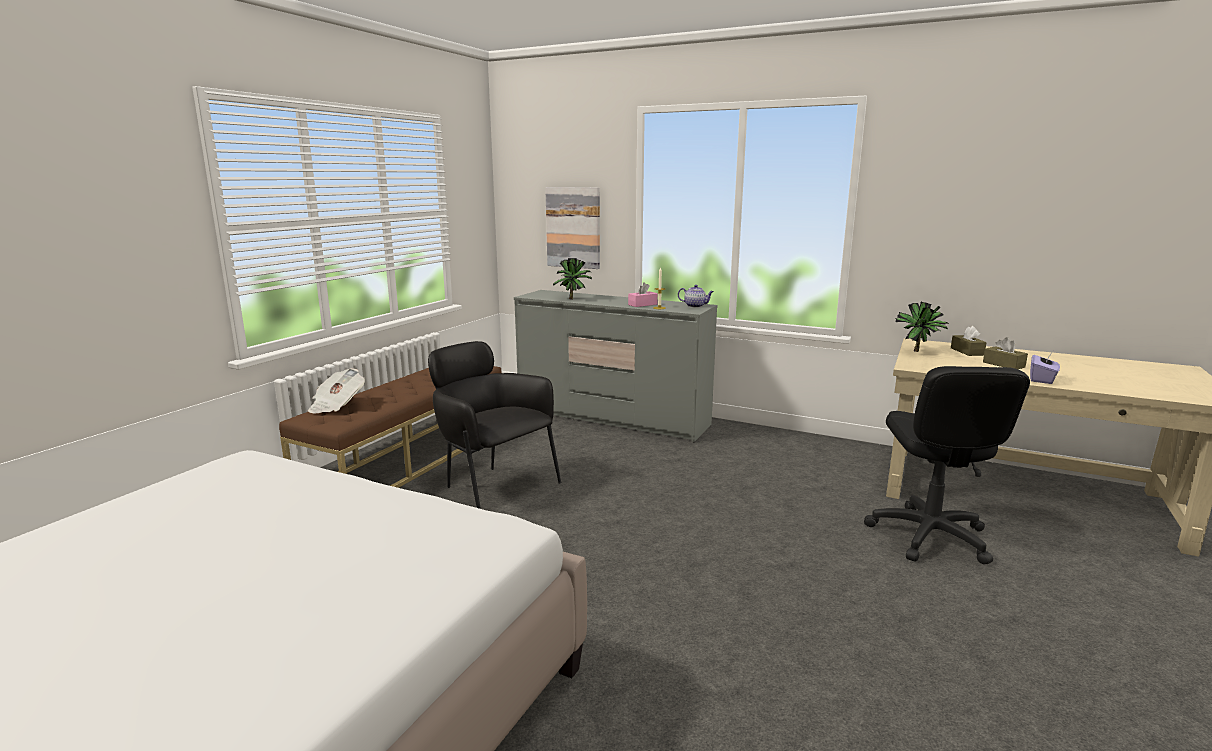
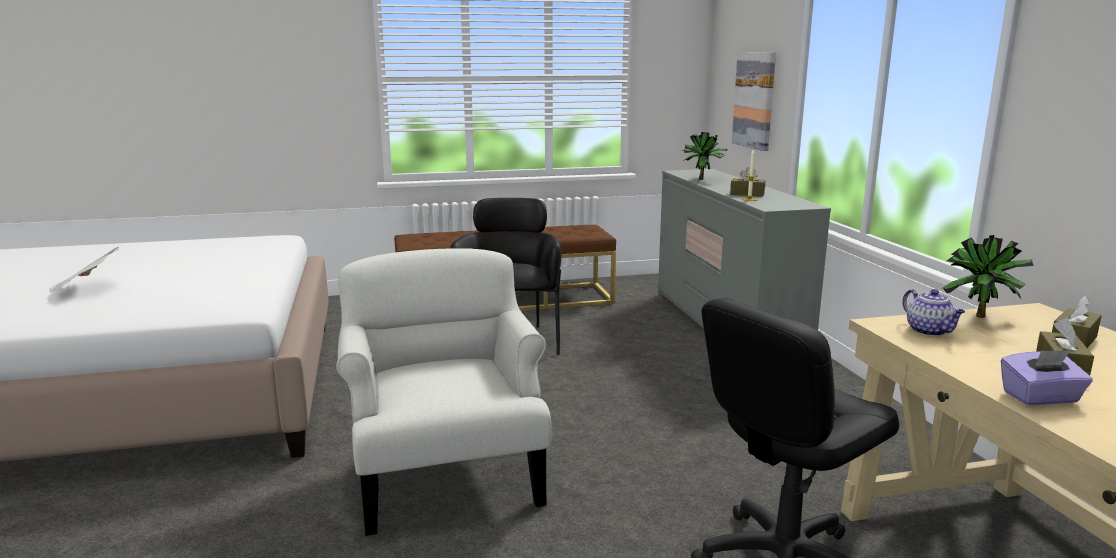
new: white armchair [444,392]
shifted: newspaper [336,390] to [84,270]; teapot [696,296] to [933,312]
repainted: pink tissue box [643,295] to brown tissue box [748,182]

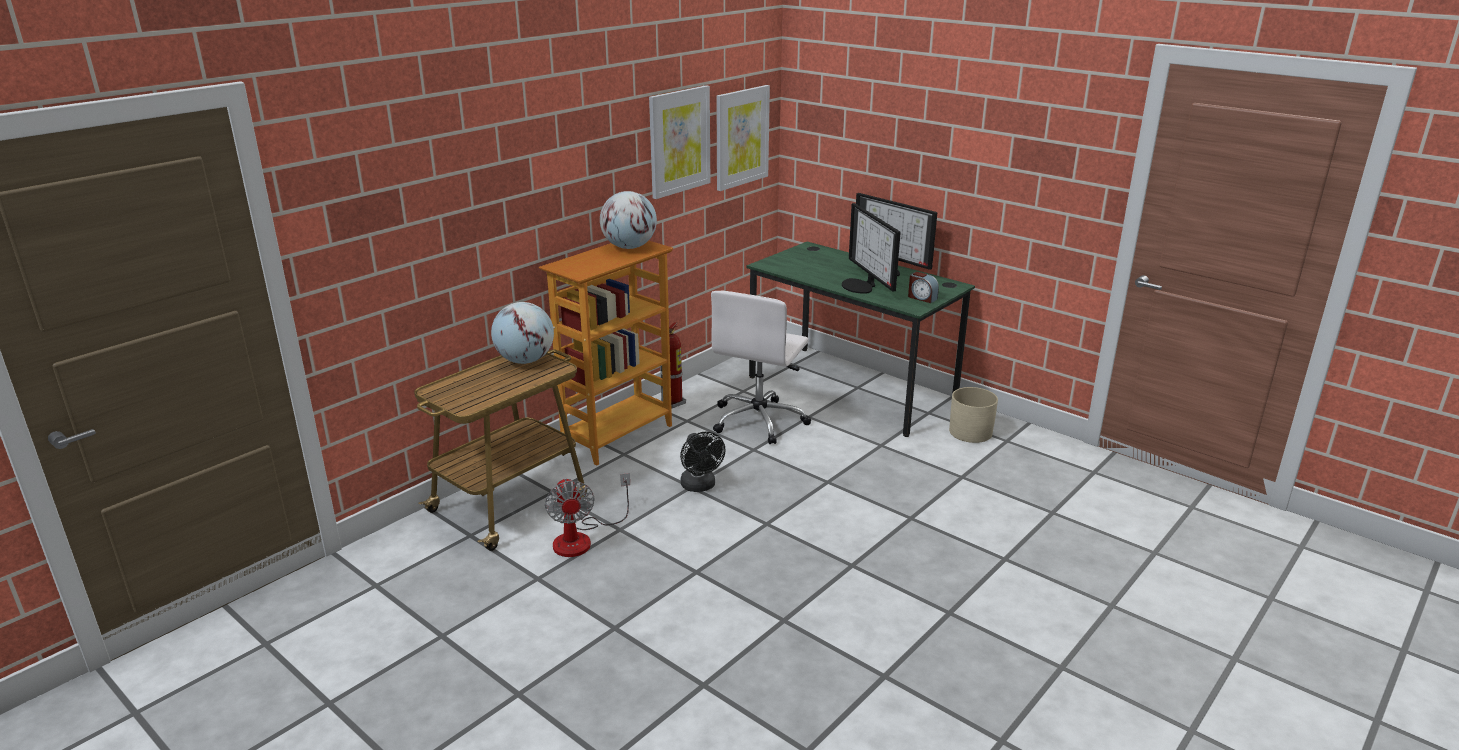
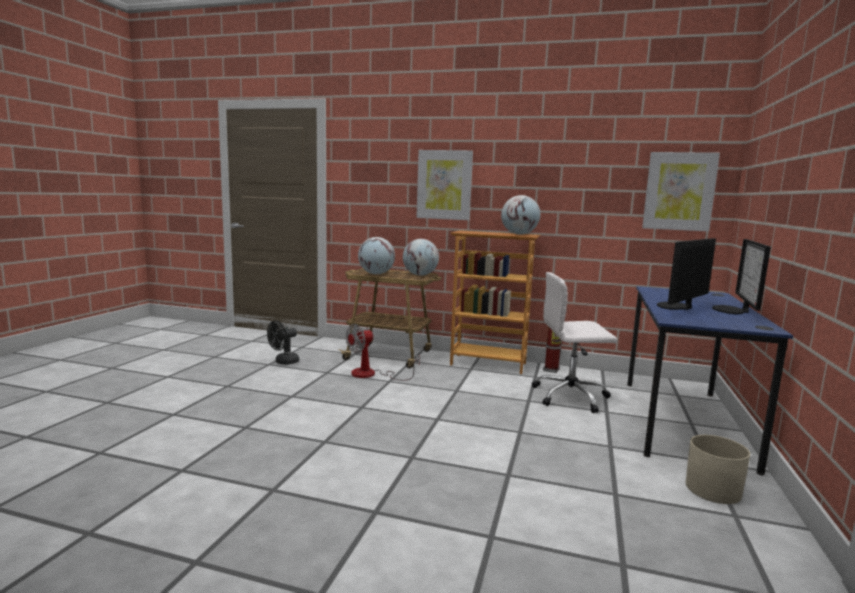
gone: alarm clock [923,287]
new: globe [376,255]
shifted: picture [679,142] to [444,185]; black fan [703,462] to [283,342]
repainted: green desk [860,339] to blue desk [710,381]

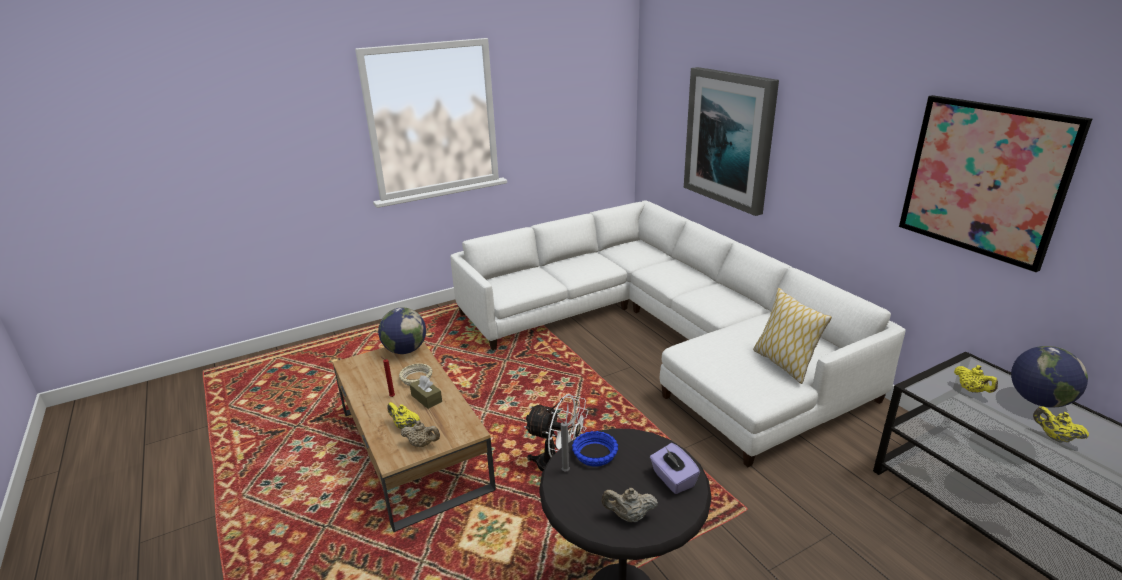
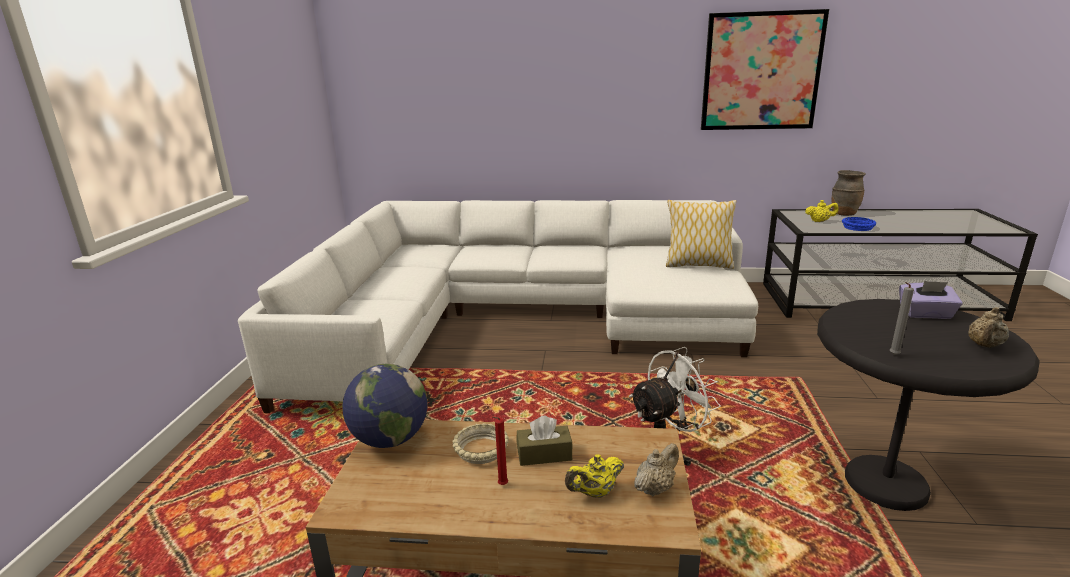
gone: picture [731,141]; yellow teapot [1061,424]
shifted: blue bowl [595,449] to [859,224]
swapped: globe [1049,377] to brown vase [848,193]

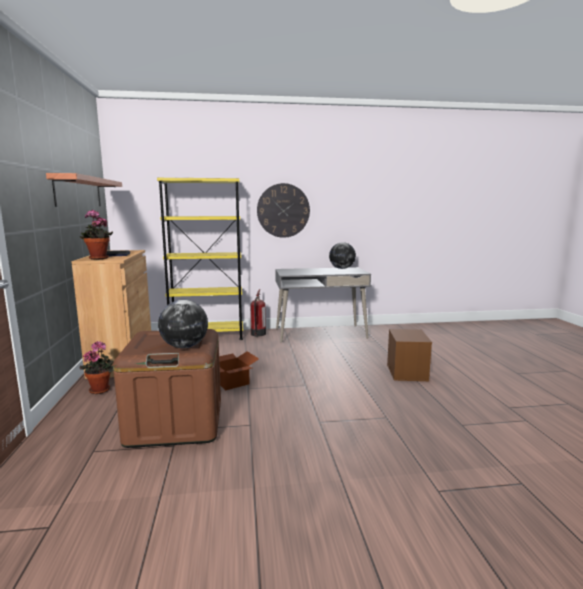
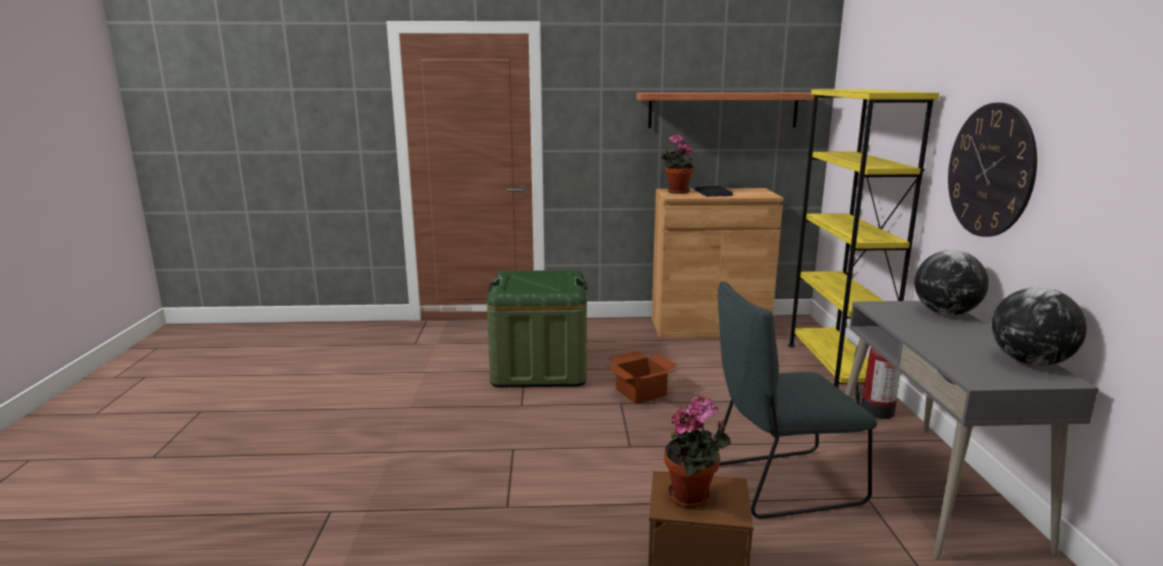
new: grey chair [797,400]
shifted: potted plant [96,367] to [697,452]; globe [183,324] to [952,282]
repainted: brown storage box [167,388] to green storage box [537,328]

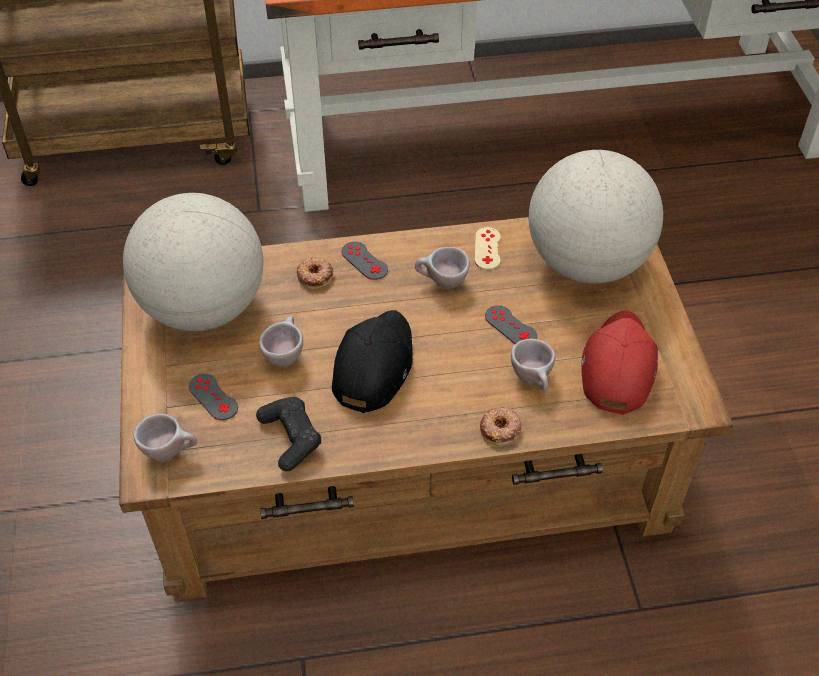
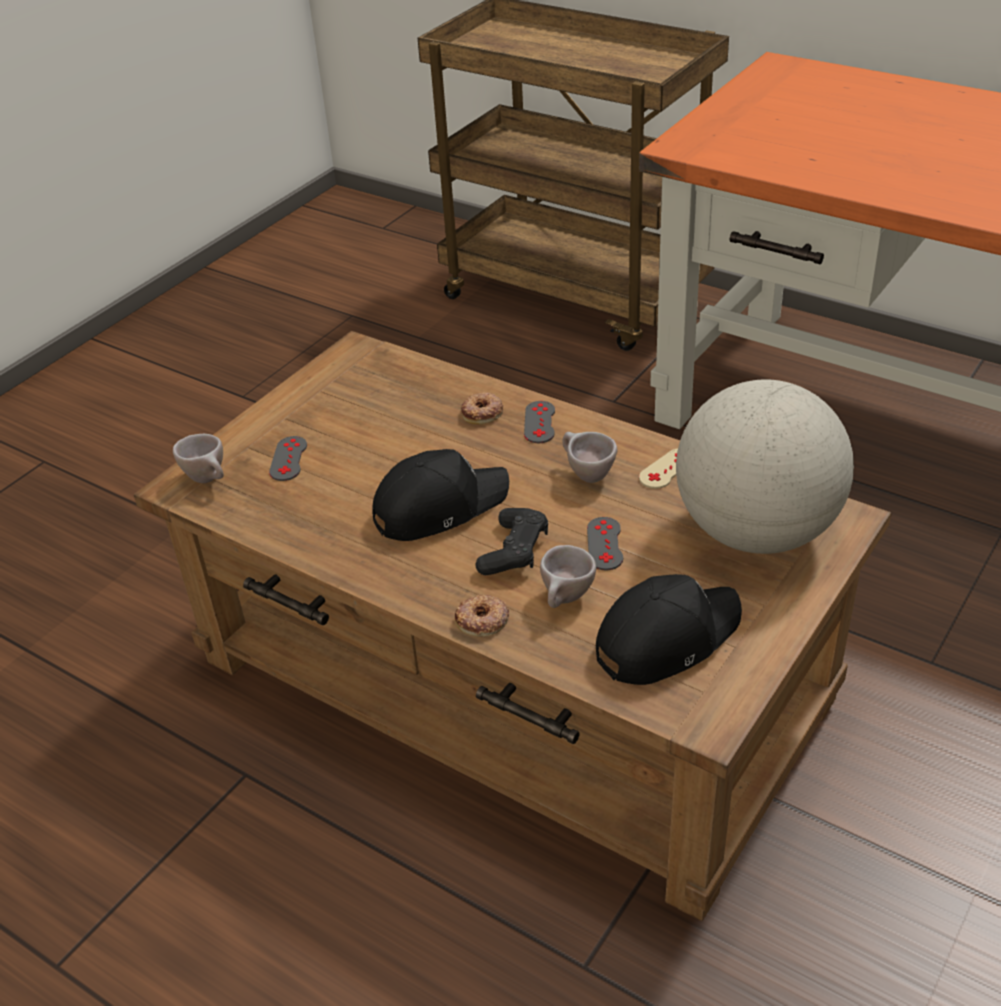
gone: globe [193,262]; beige cup [281,341]
shifted: black game controller [288,434] to [512,541]
repainted: red cap [619,362] to black cap [669,629]

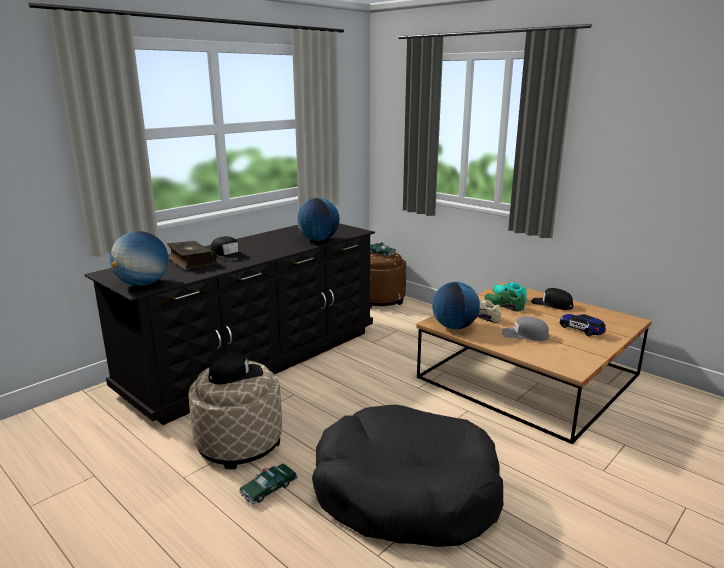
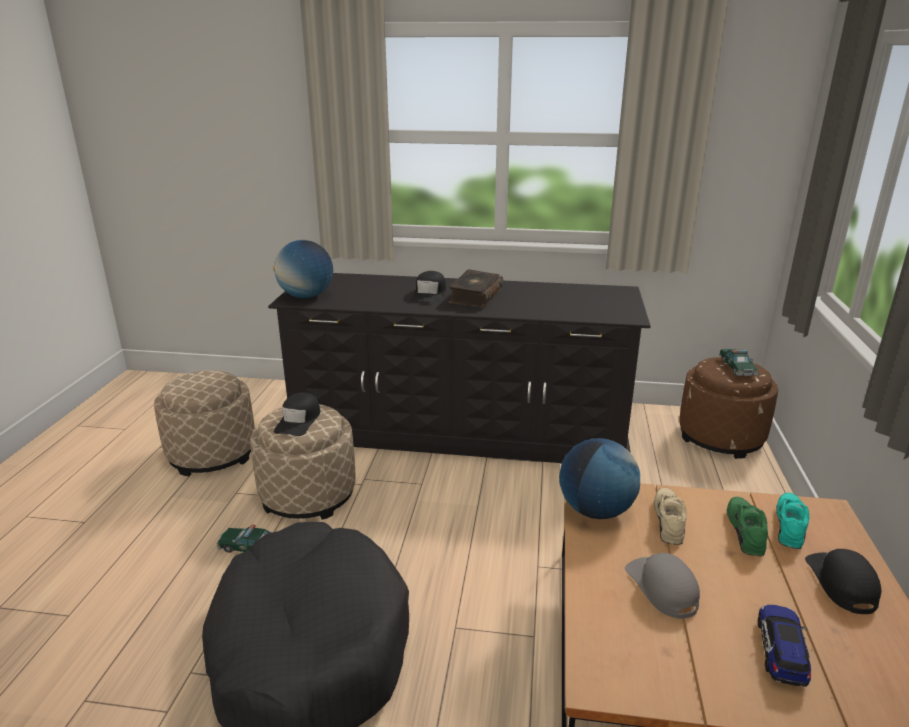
gone: globe [318,219]
new: beige ottoman [204,423]
shifted: book [191,255] to [475,288]
rotated: black cap [235,368] = [297,414] 75 degrees clockwise

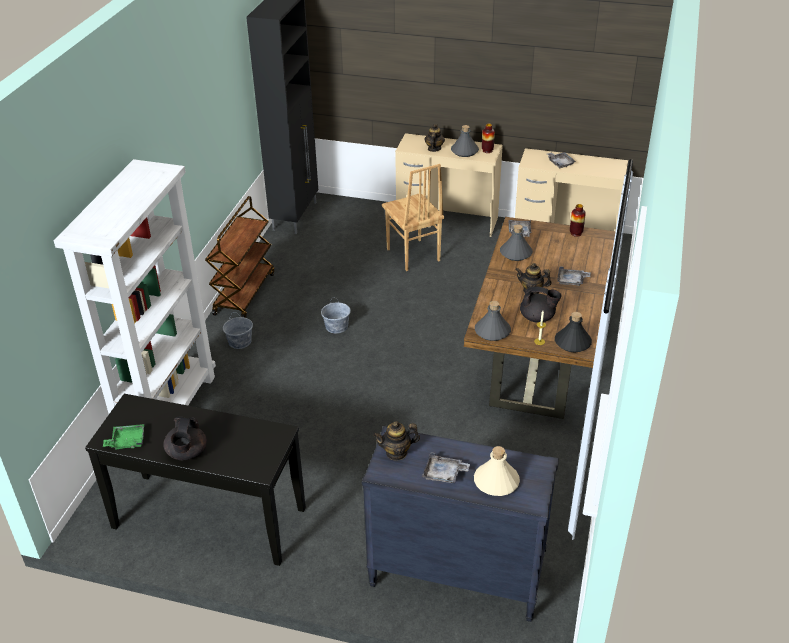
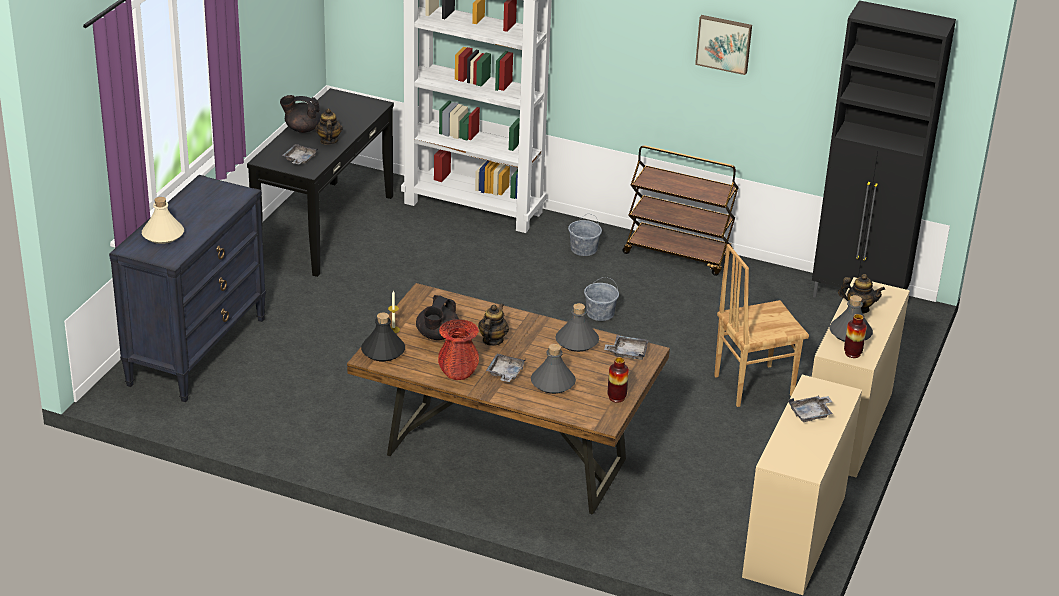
gone: green tray [123,436]
new: red vase [458,349]; picture [723,45]
shifted: teapot [396,441] to [329,126]; grey tray [446,467] to [300,154]; grey bottle [493,321] to [553,369]

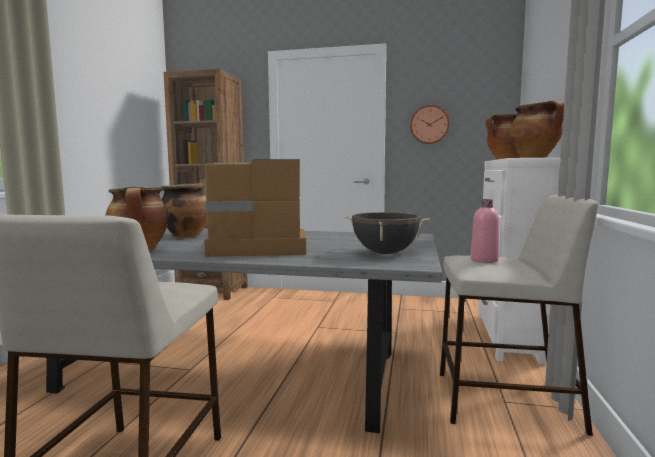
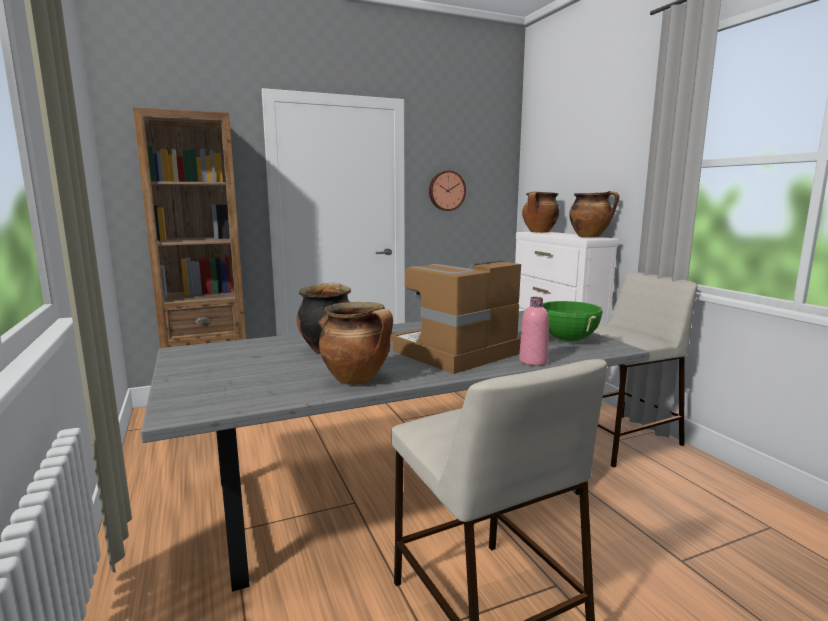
shifted: pink bottle [485,231] to [534,331]
repainted: black cooking pot [387,233] to green cooking pot [573,321]

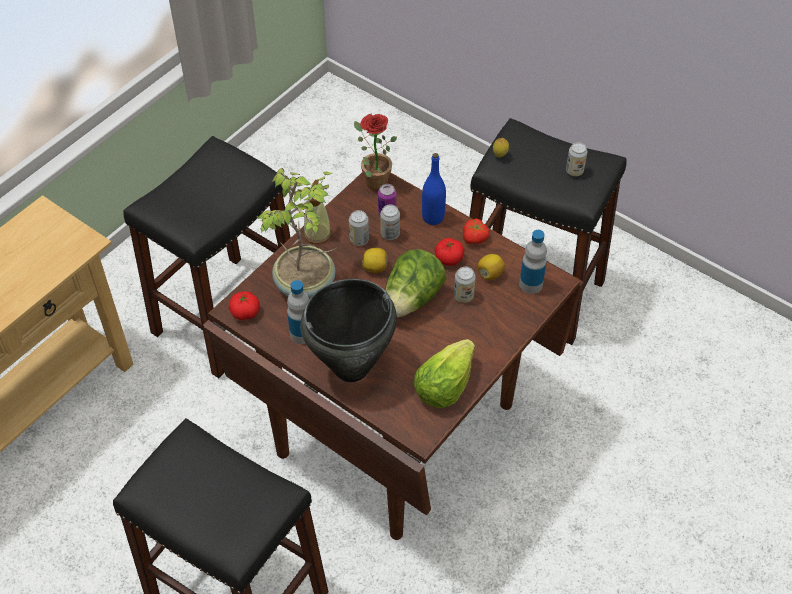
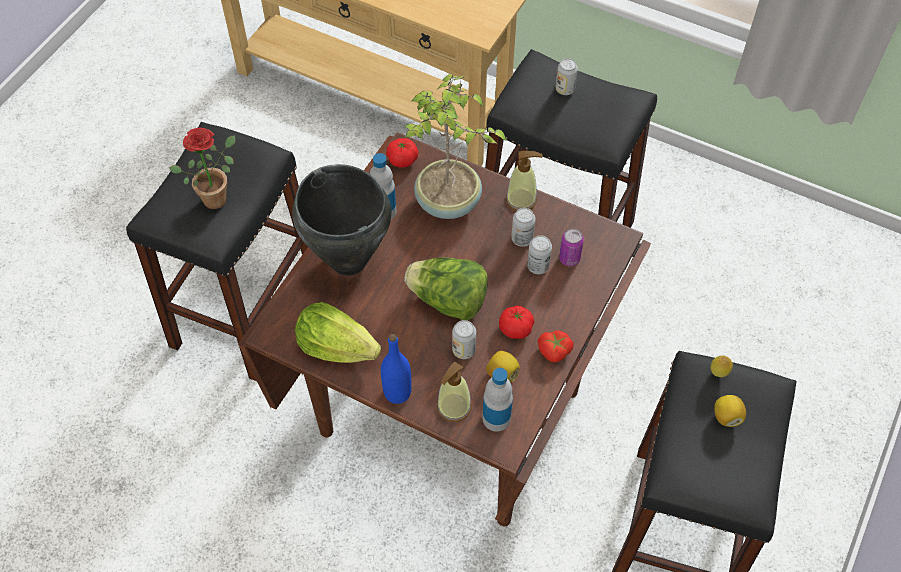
new: soap dispenser [454,391]
shifted: potted plant [375,152] to [202,168]; lemon [374,260] to [730,411]; blue bottle [434,189] to [396,369]; can [576,159] to [567,76]

